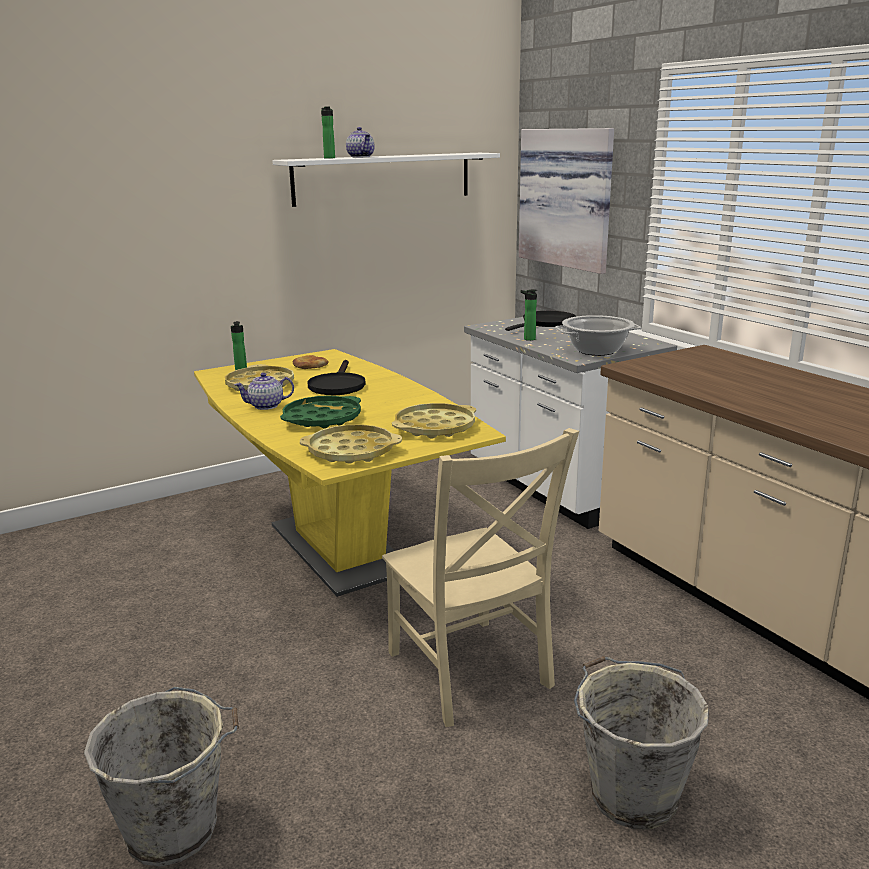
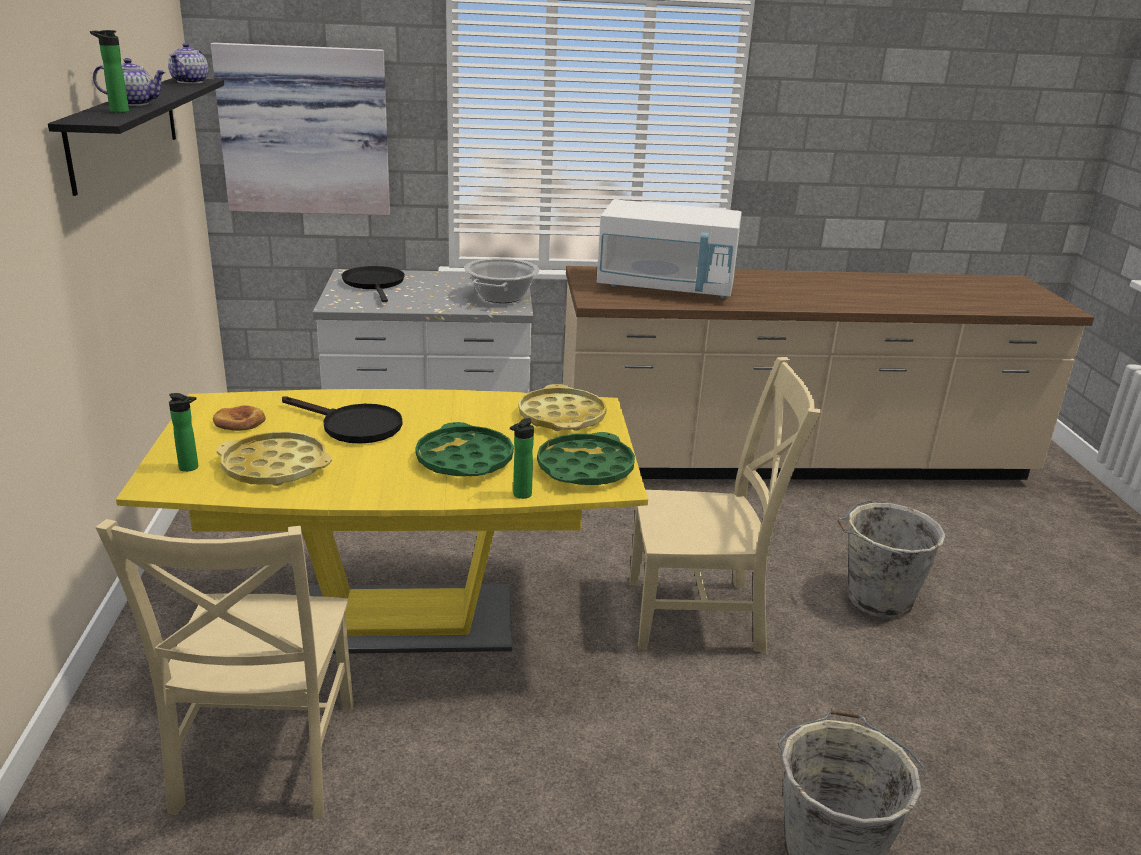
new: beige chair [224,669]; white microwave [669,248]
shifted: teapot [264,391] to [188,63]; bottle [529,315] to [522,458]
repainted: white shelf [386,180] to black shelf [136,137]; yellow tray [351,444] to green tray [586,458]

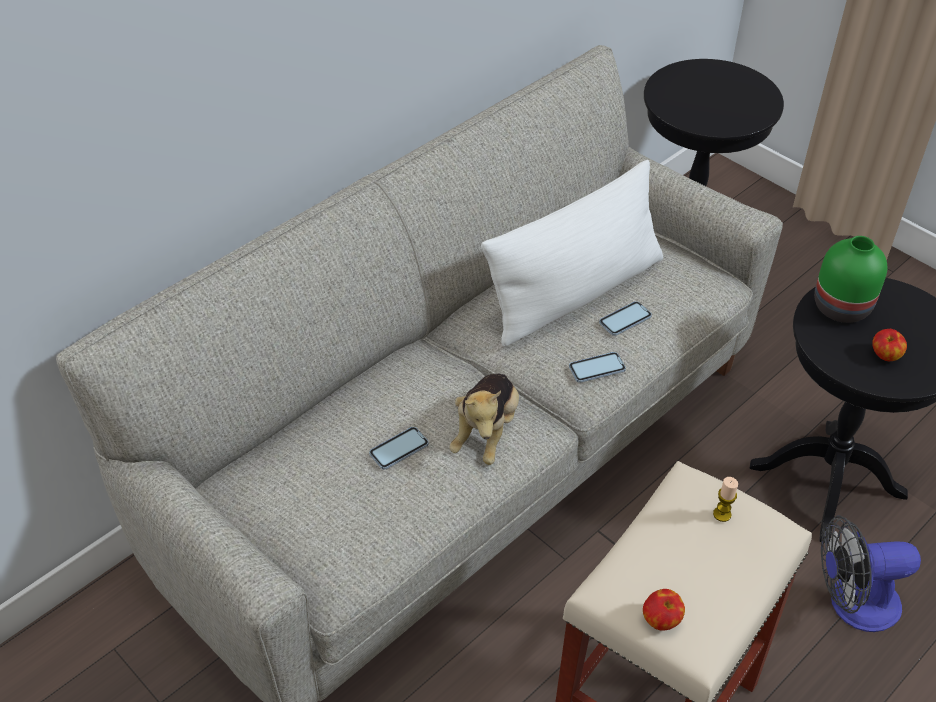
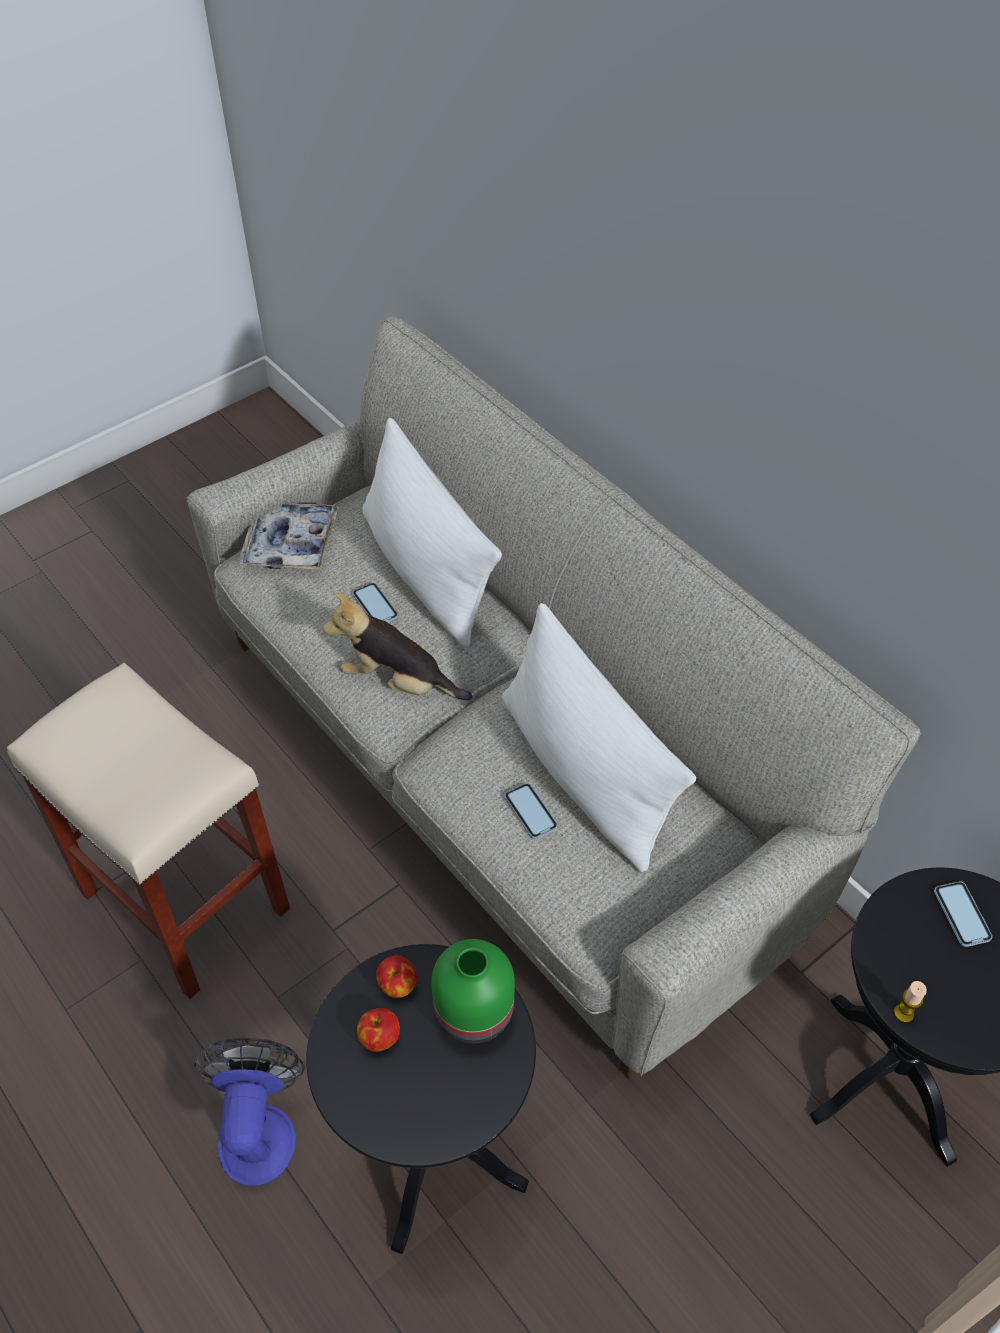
new: tray [288,536]; white pillow [432,533]
shifted: phone [597,367] to [963,914]; apple [664,610] to [396,976]; candle [725,499] to [910,1002]

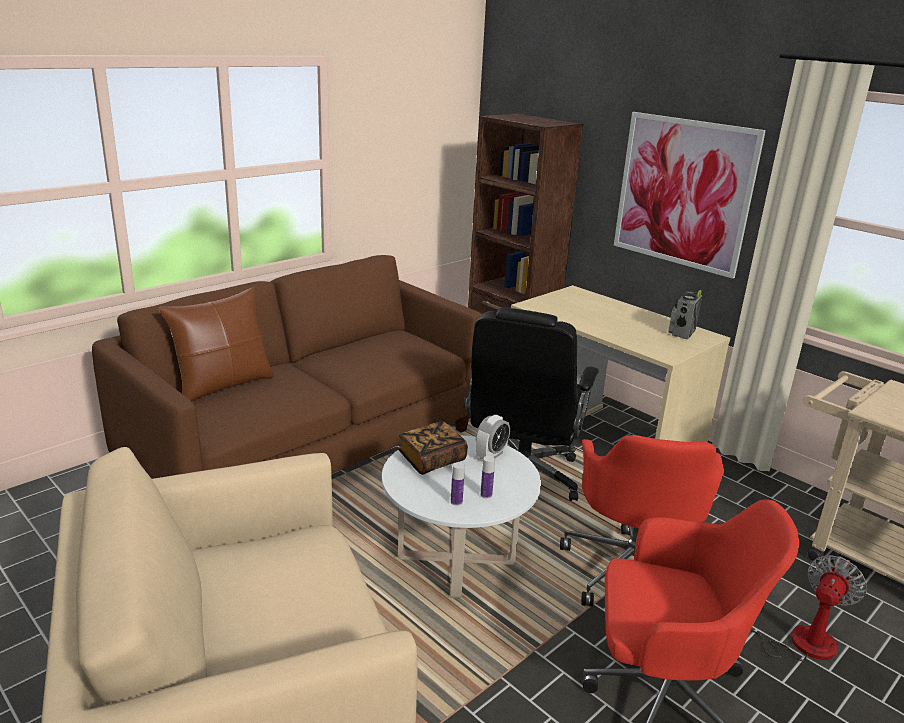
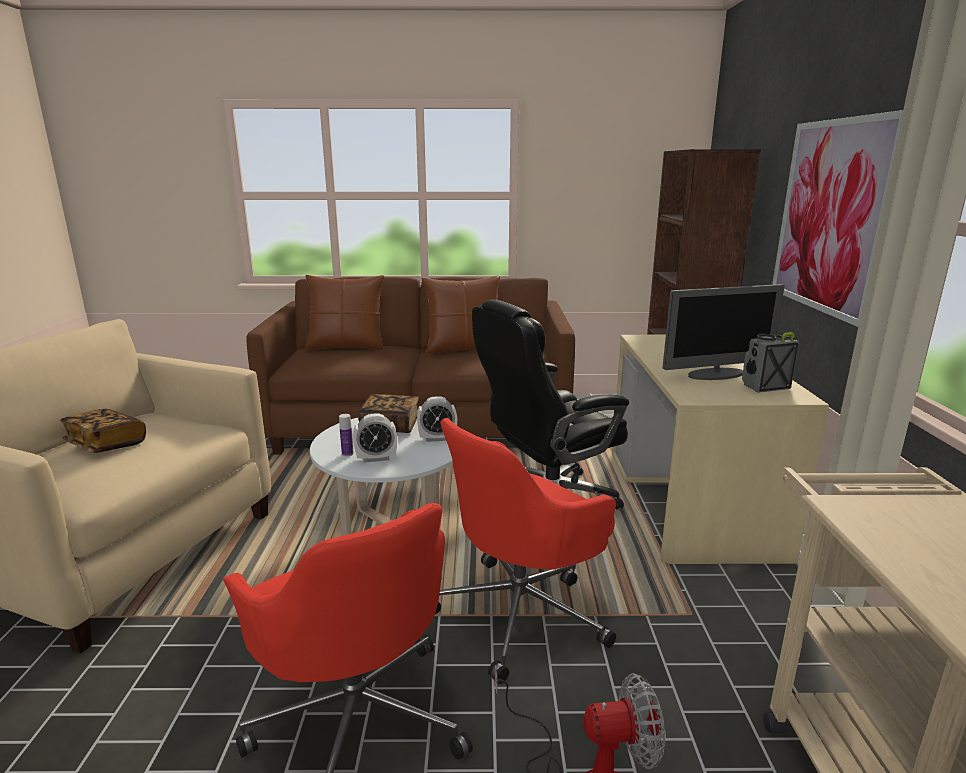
new: book [103,431]; brown pillow [460,314]; monitor [723,332]
swapped: bottle [488,477] to alarm clock [375,438]

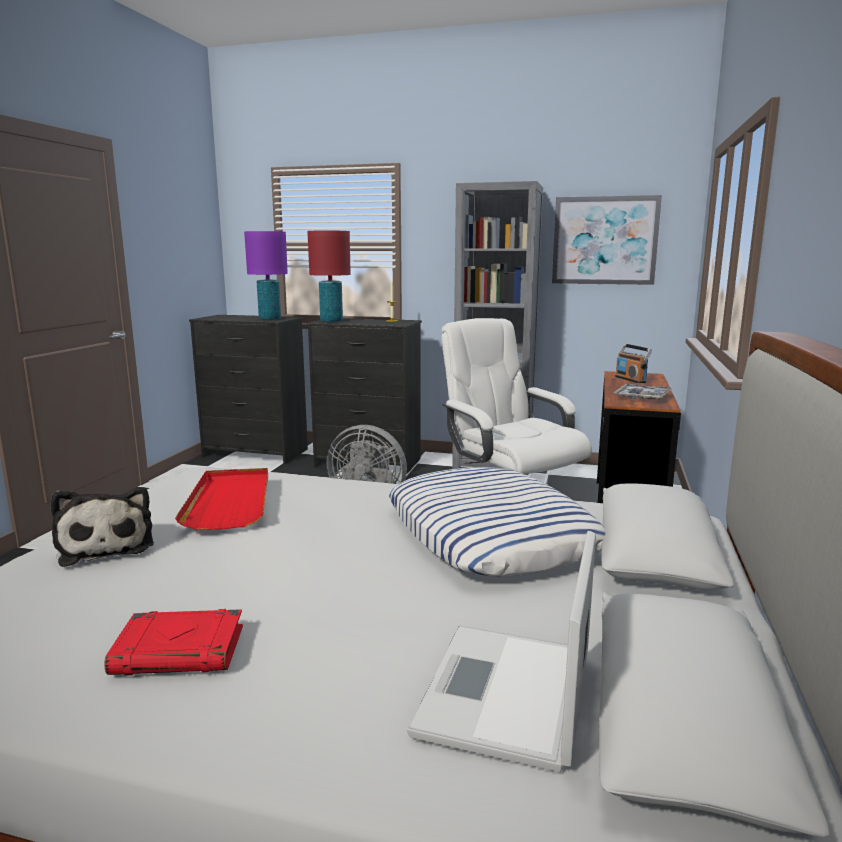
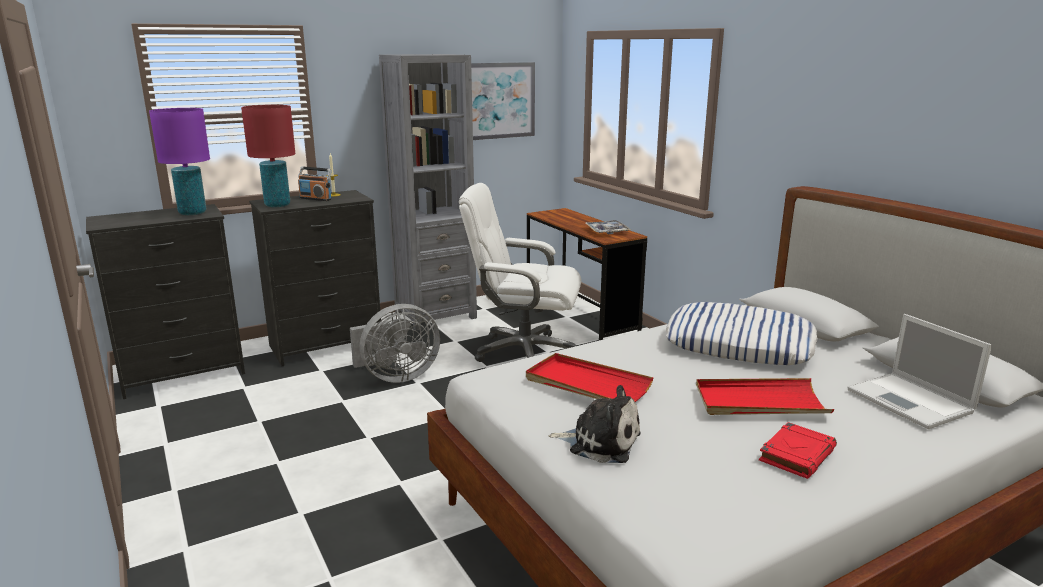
new: red tray [765,396]
shifted: radio [633,363] to [315,183]

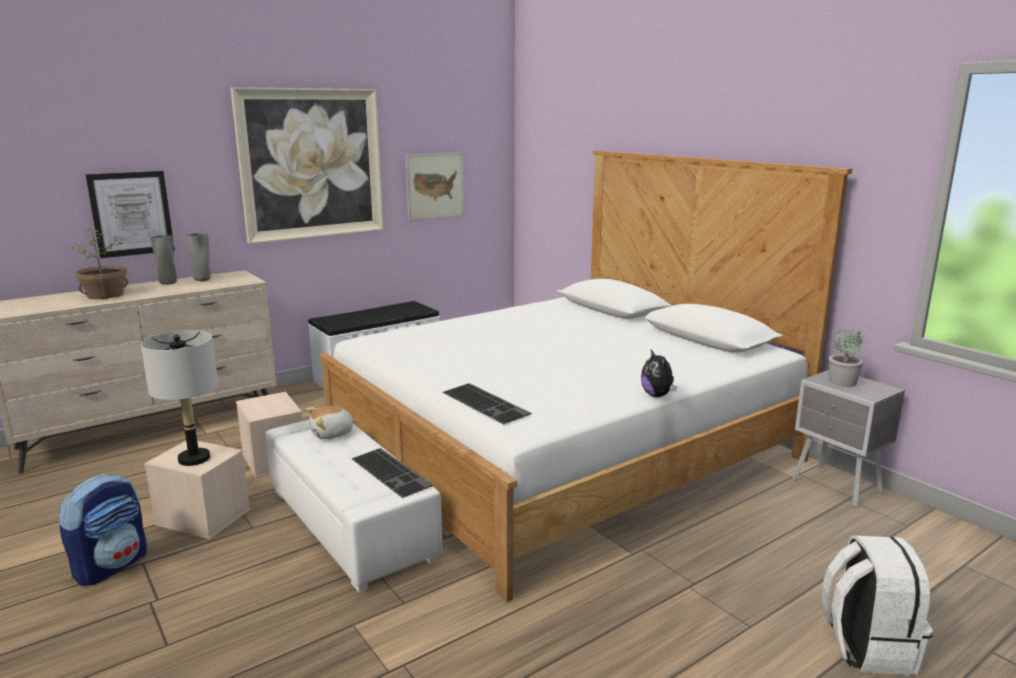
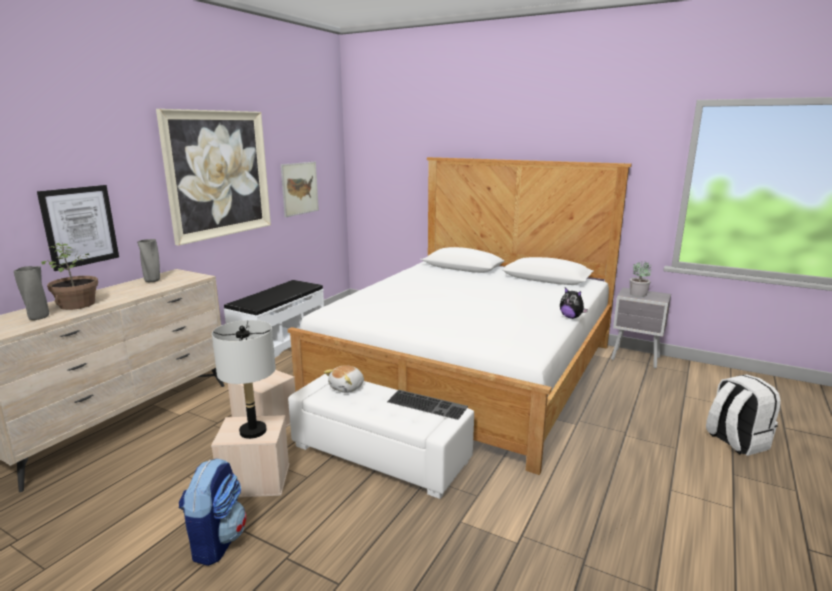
gone: keyboard [486,403]
shifted: grey vase [163,260] to [31,293]

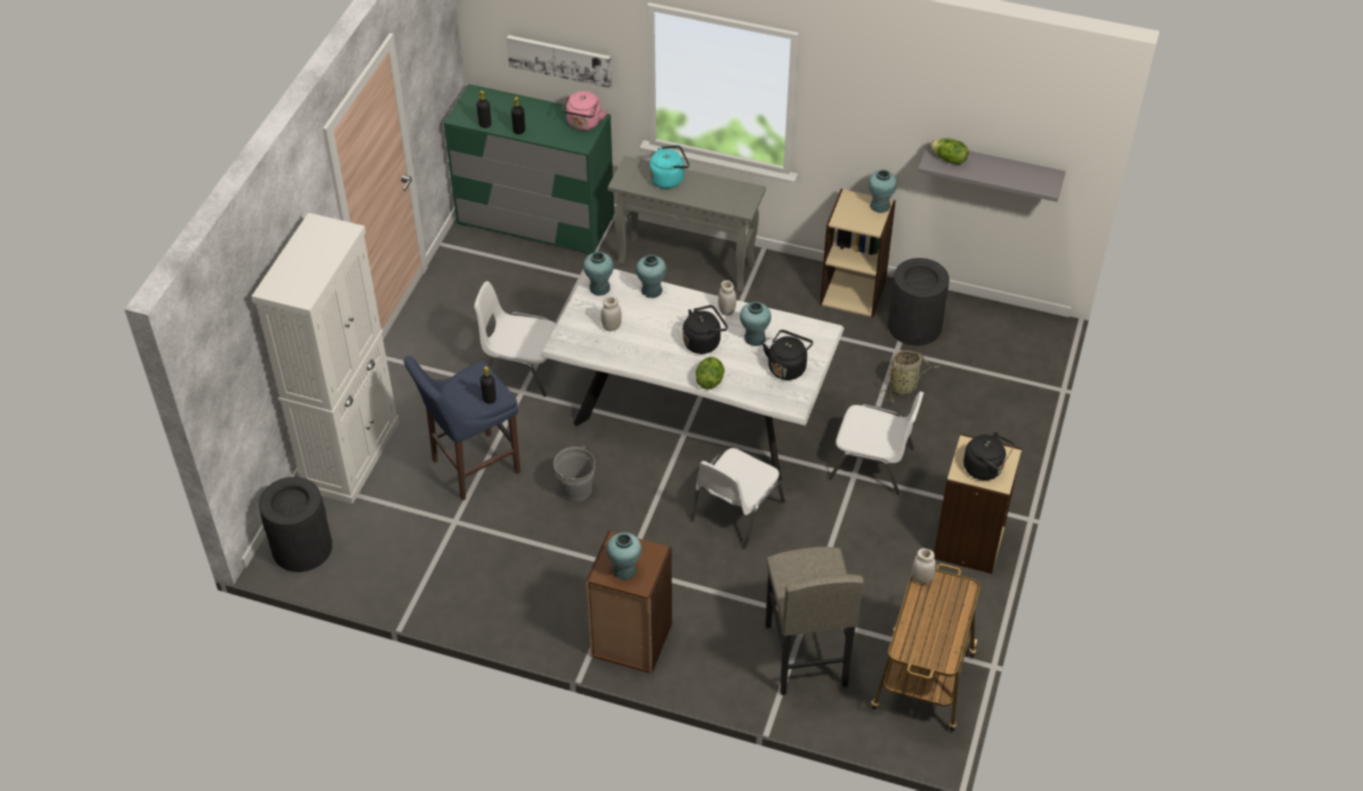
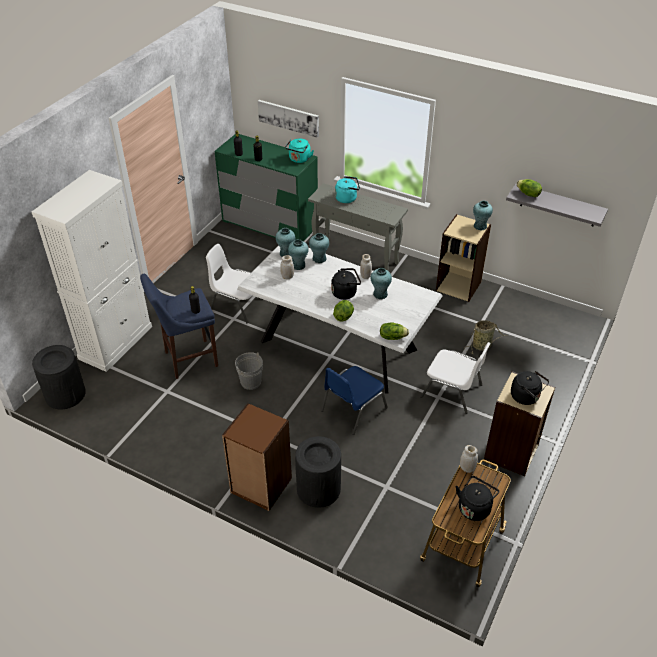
gone: grey stool [814,621]
new: lettuce [394,331]
shifted: turquoise vase [624,556] to [298,254]; black kettle [788,355] to [477,498]; black trash can [918,302] to [318,472]
repainted: pink kettle [585,111] to turquoise kettle [299,150]; white chair [737,498] to blue chair [354,400]

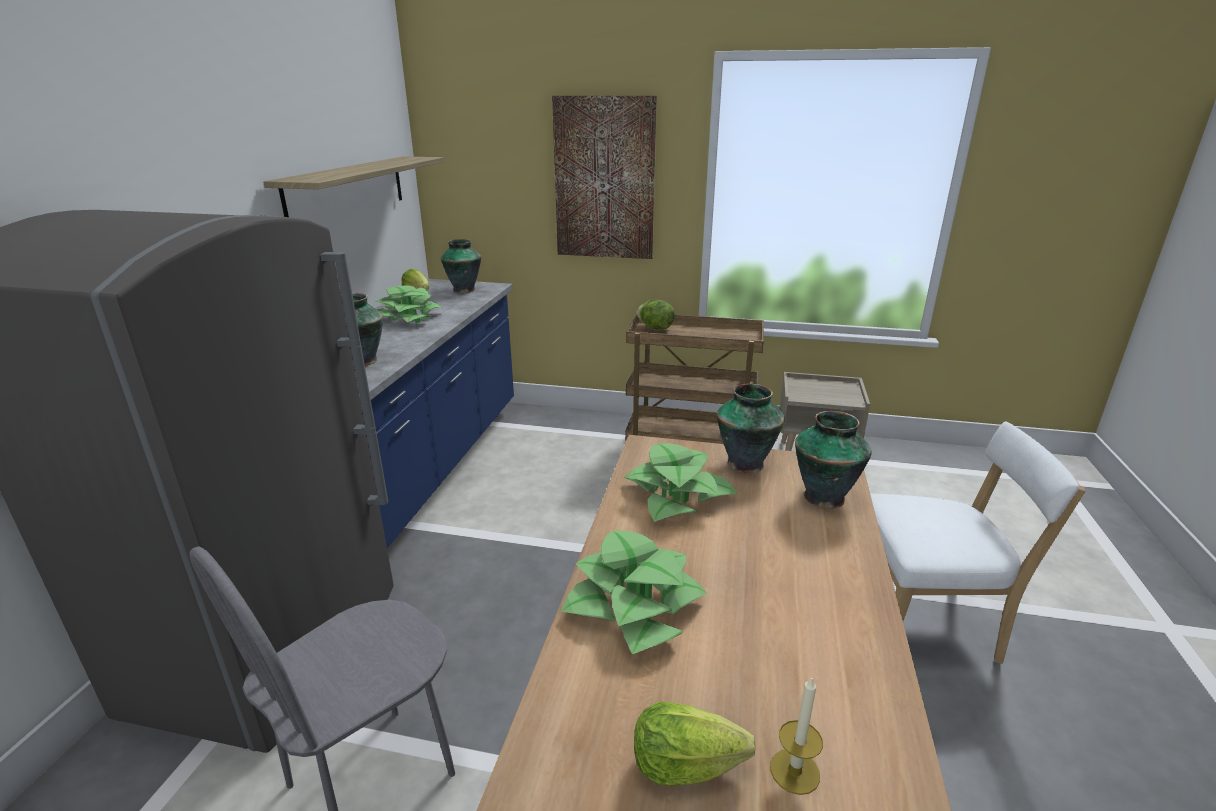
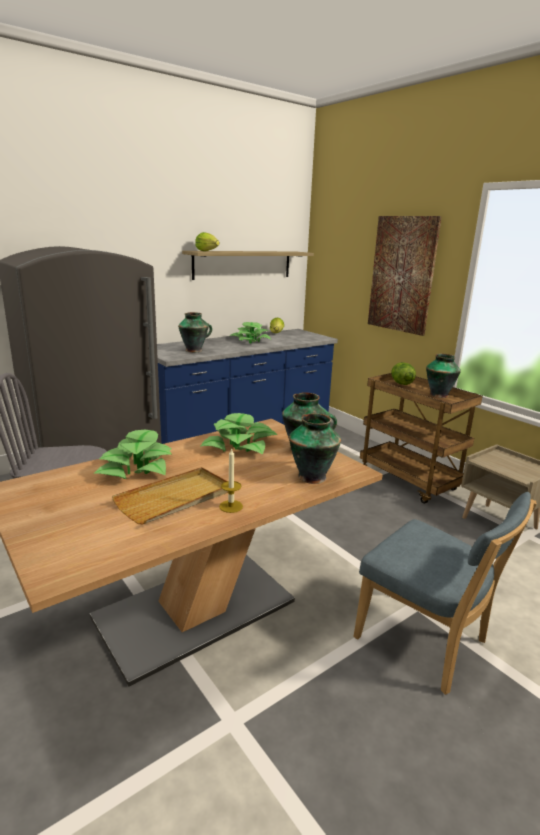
new: beige tray [170,496]
shifted: vase [461,266] to [443,376]; lettuce [695,744] to [207,241]; candle [796,735] to [231,481]
repainted: white chair [978,543] to blue chair [445,593]

